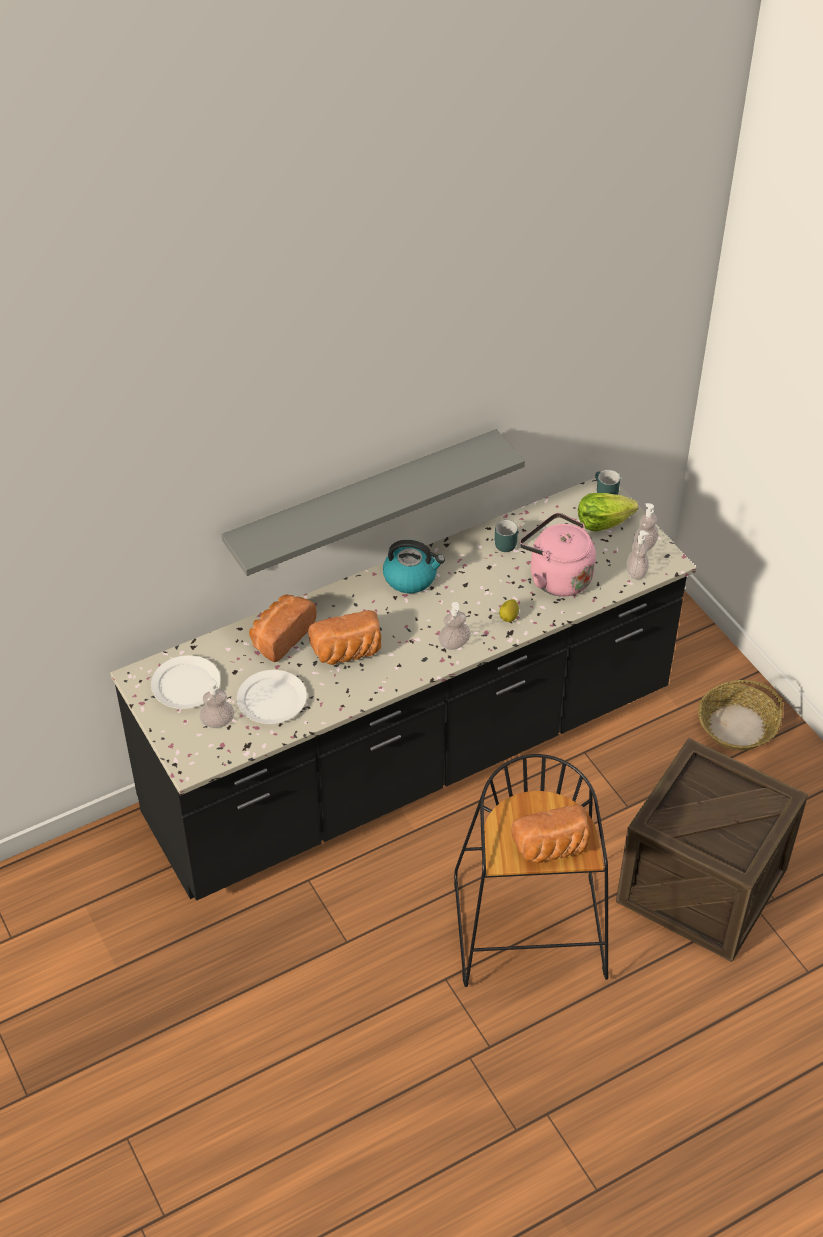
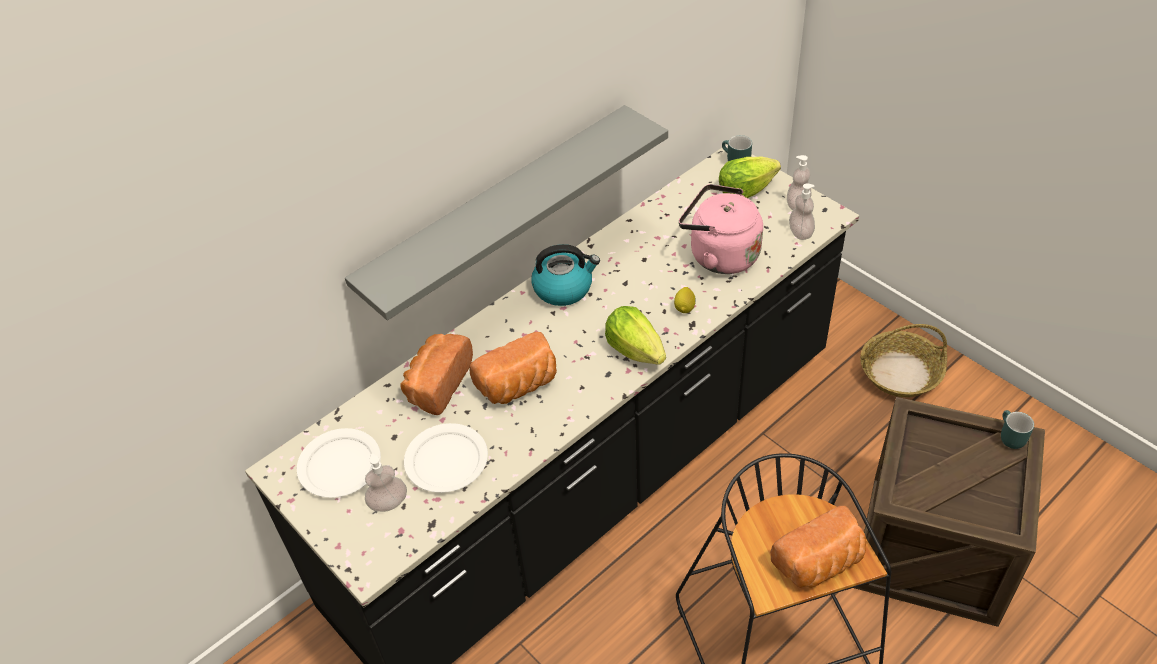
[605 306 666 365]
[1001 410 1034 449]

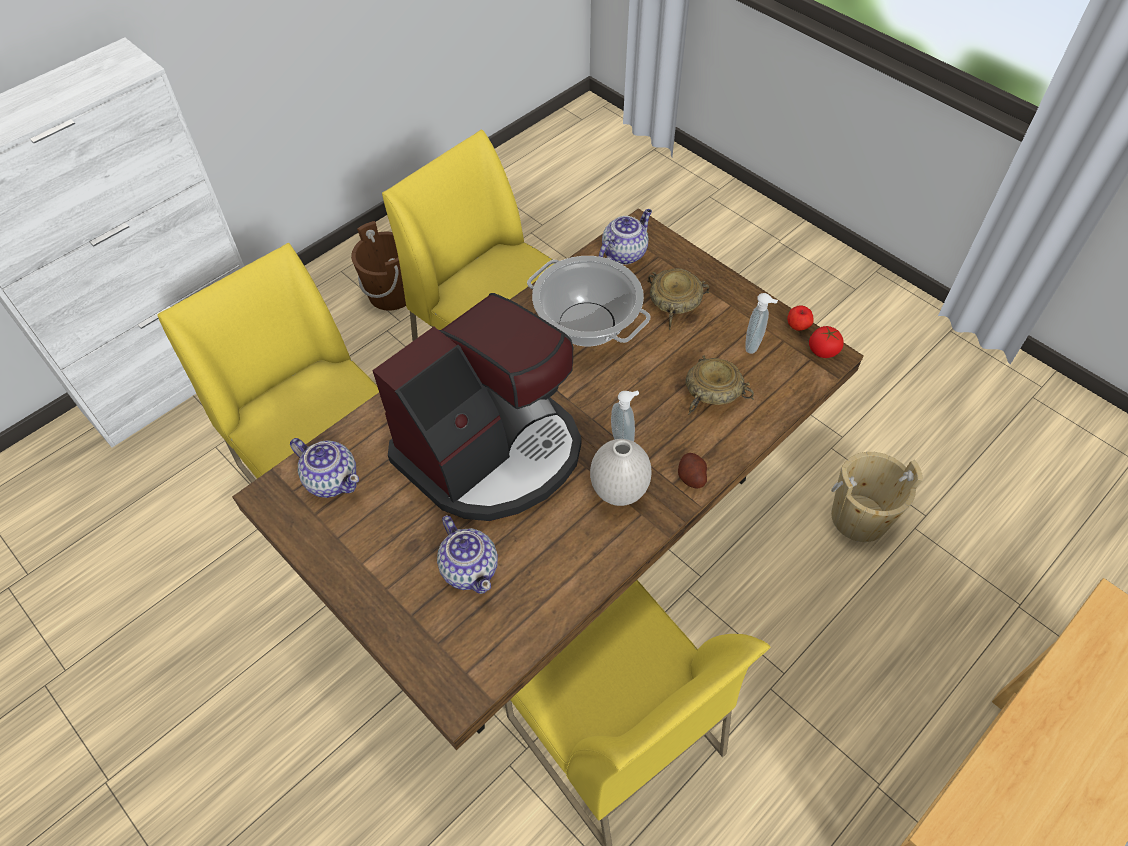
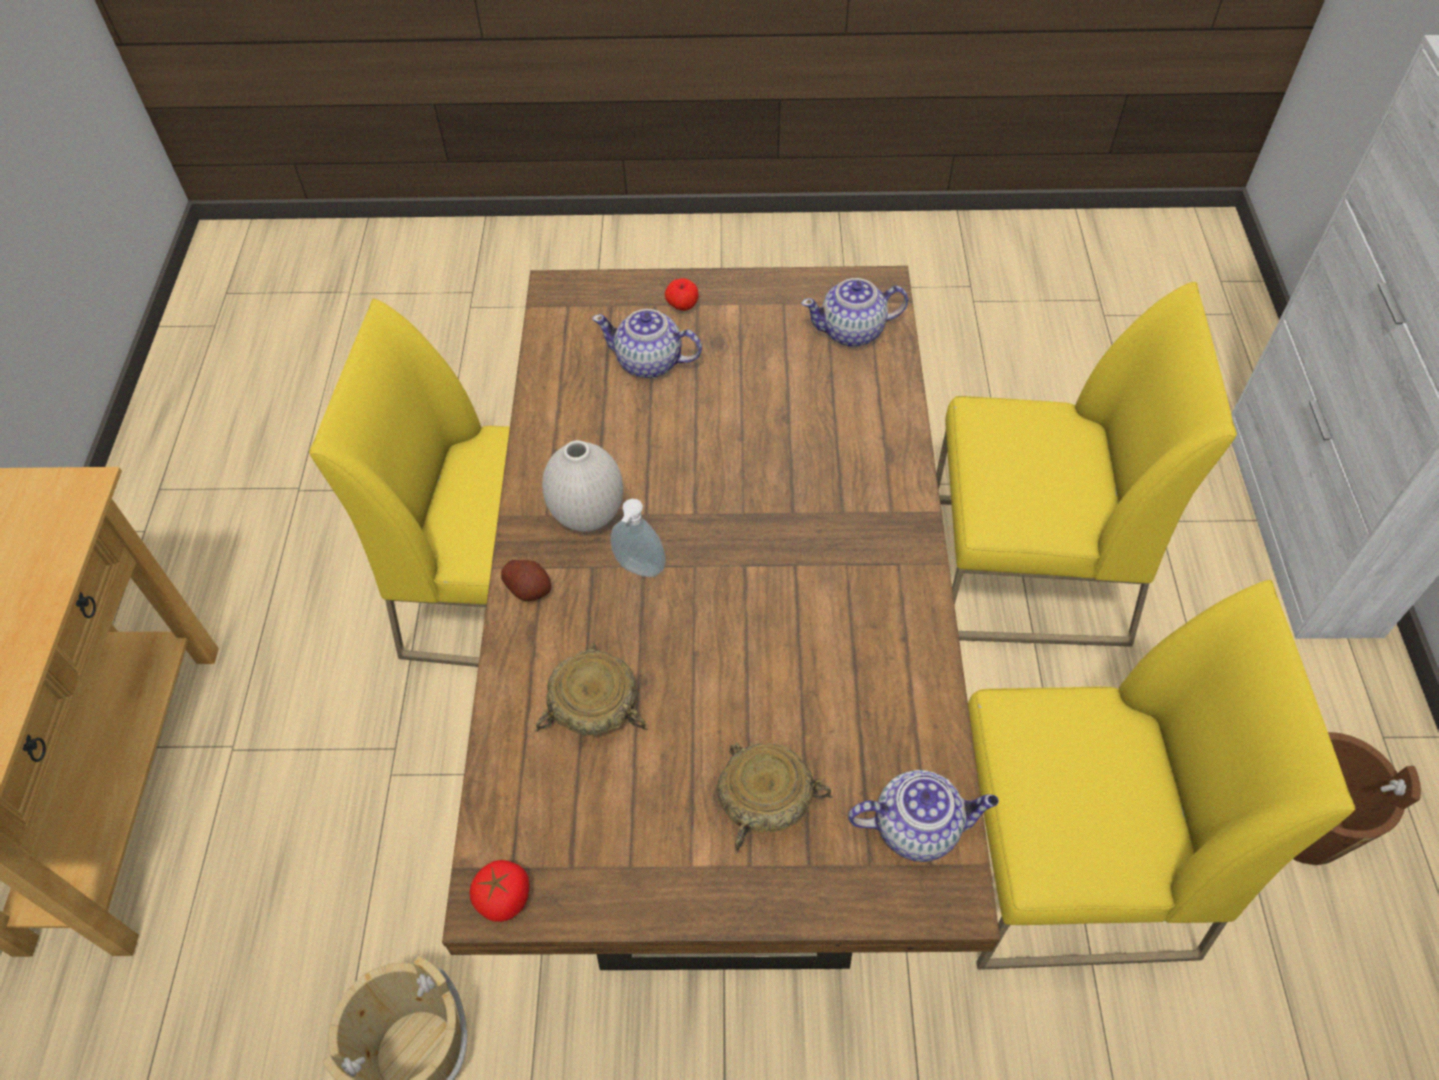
[372 293 581 521] (first image)
[527 256 651 346] (first image)
[848 770 999 862]
[745 293 778 354] (first image)
[665 278 699 311]

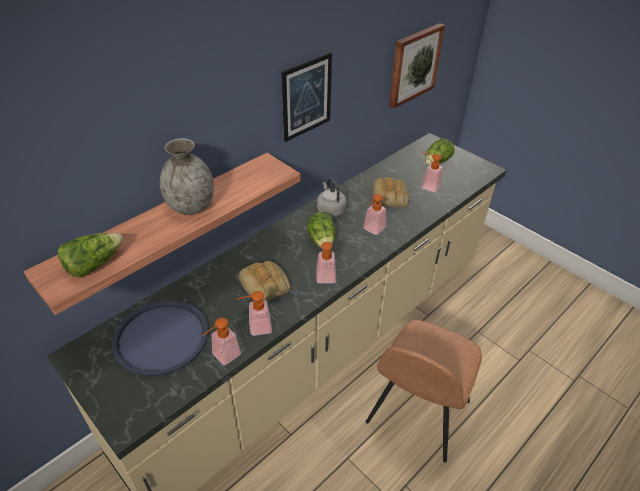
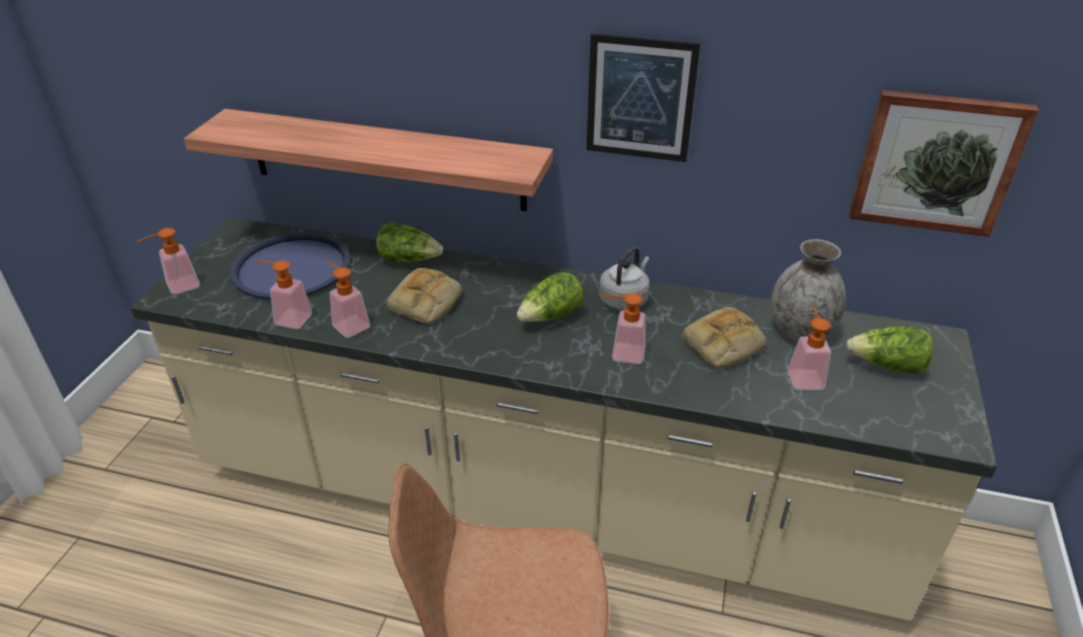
[376 222 443 263]
[771 239 846 340]
[137 228 200 295]

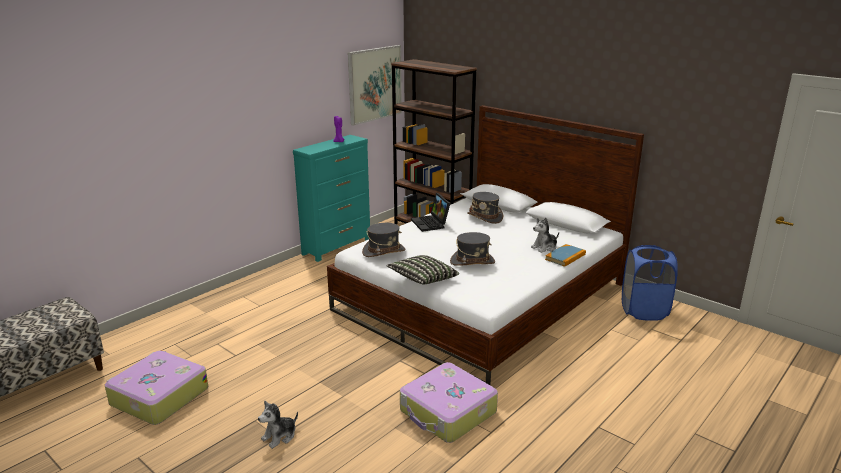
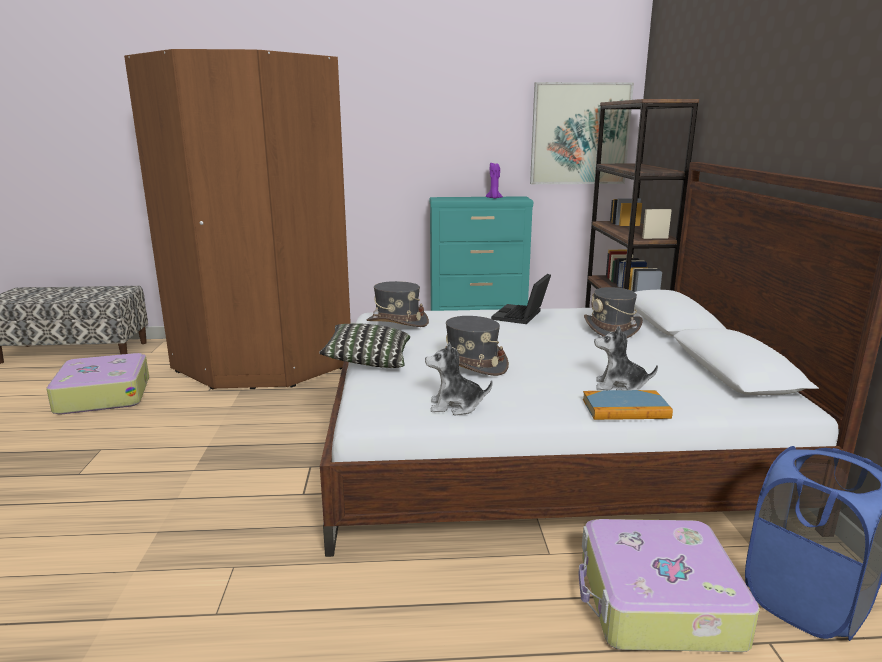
[425 342 493 415]
[578 519 760 652]
[124 49 351 390]

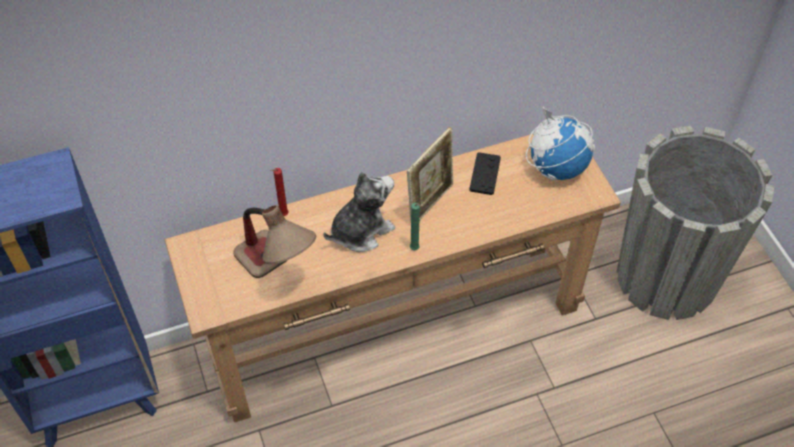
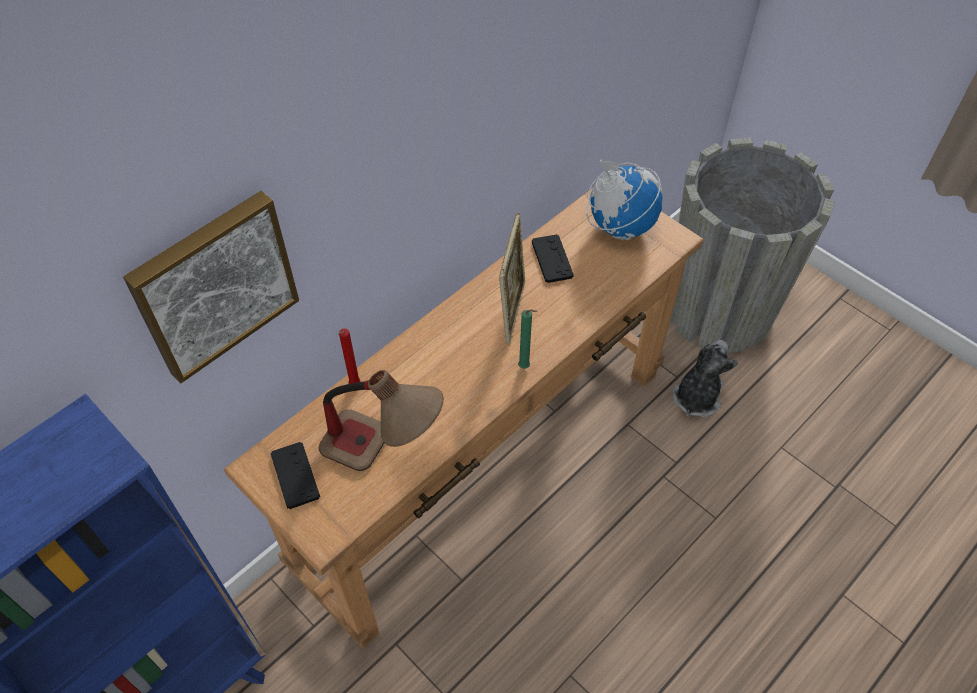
[673 340 739 417]
[123 191 299 384]
[270 442 320 509]

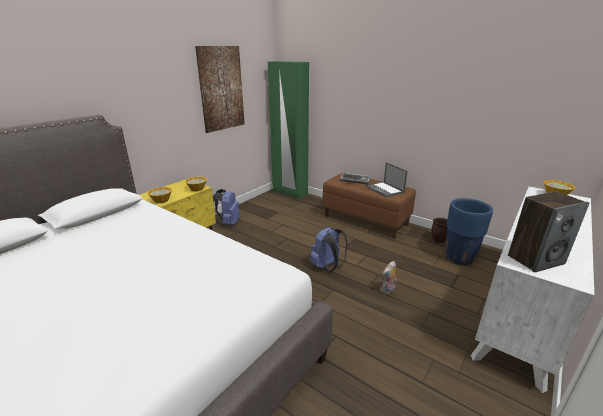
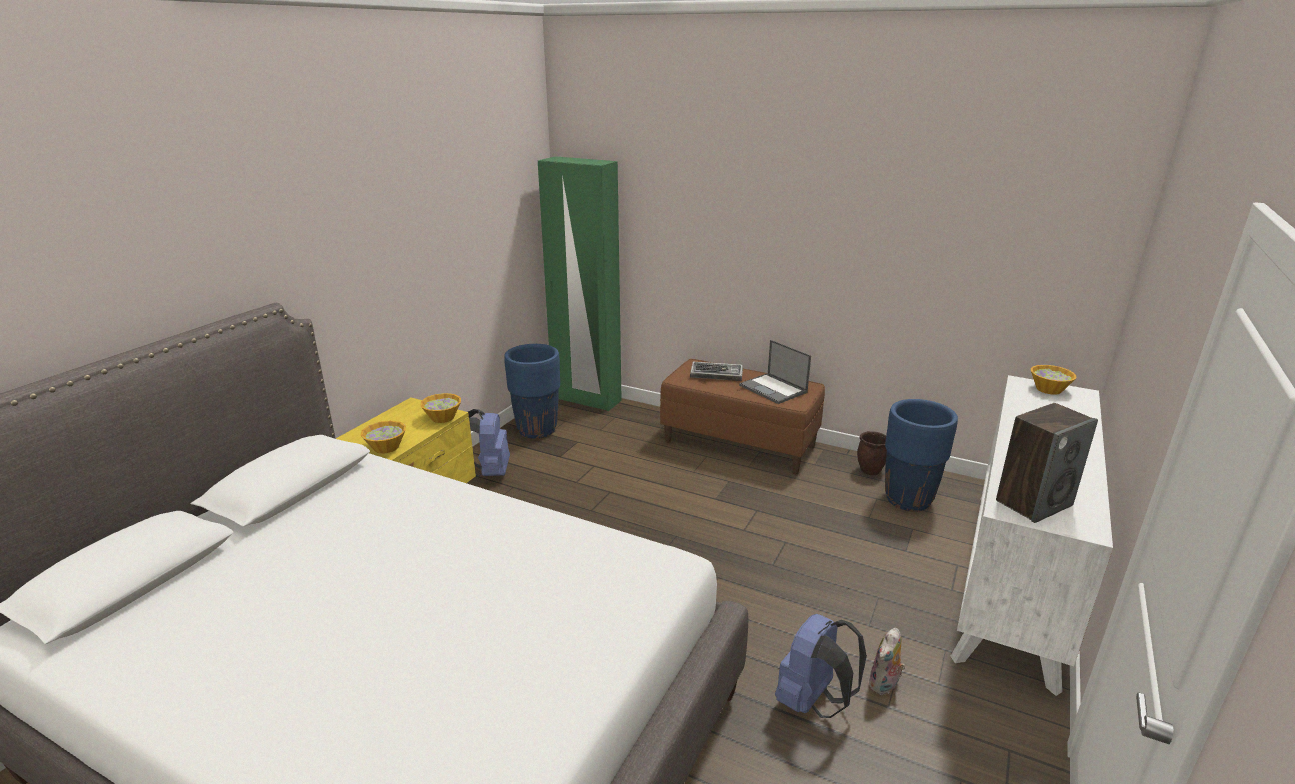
[195 46 245 133] (first image)
[775 614 867 718]
[868 628 905 695]
[504 344 560 439]

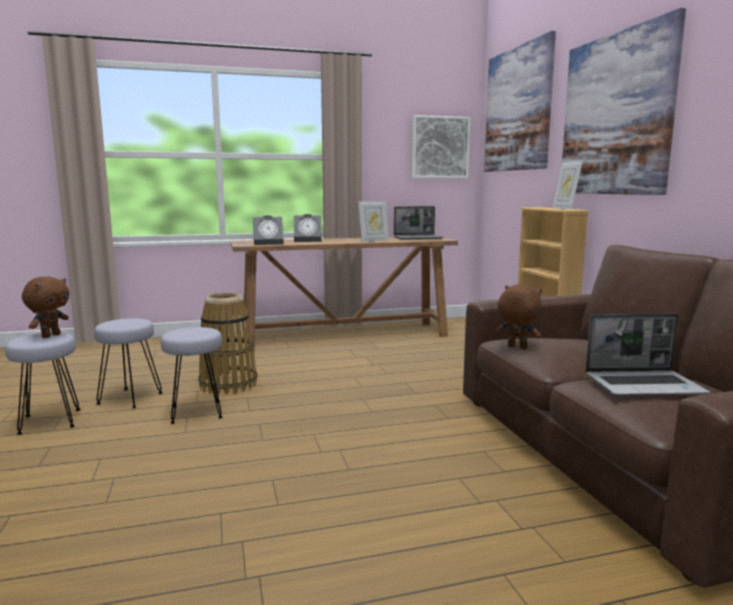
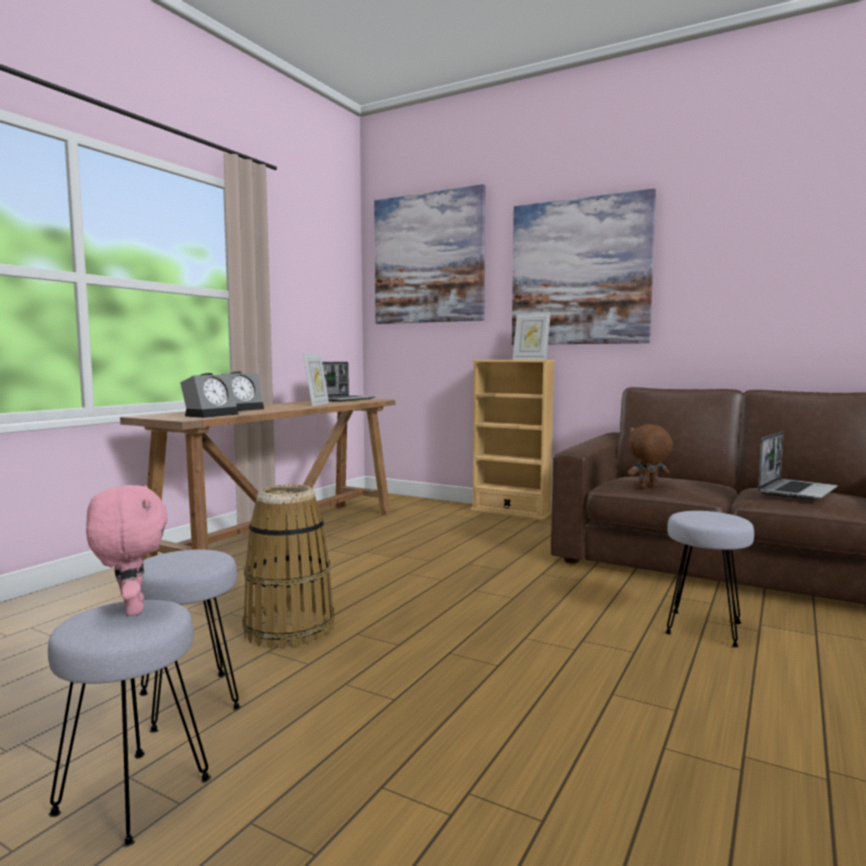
[86 485 168 616]
[665 511 754 647]
[412 115 471 178] (first image)

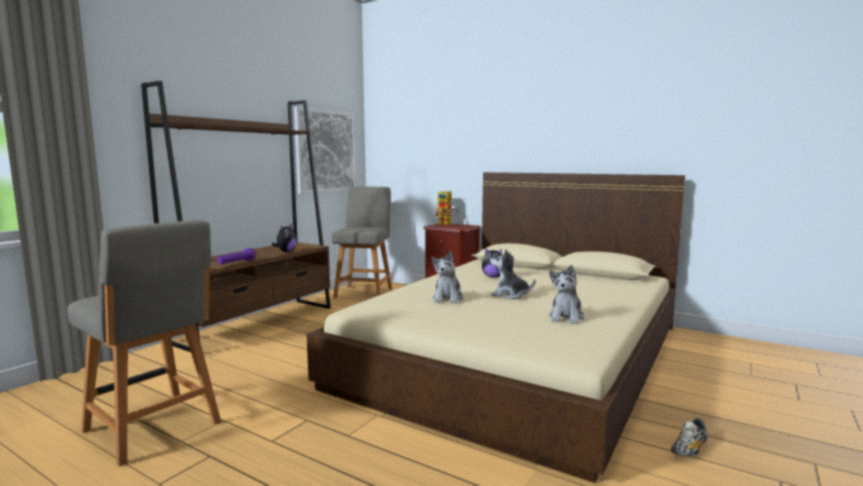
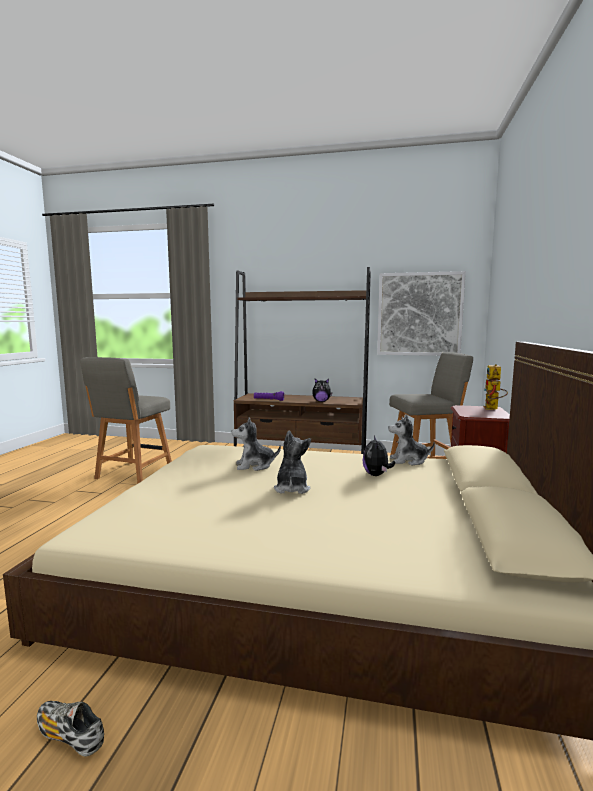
[388 414 435 465]

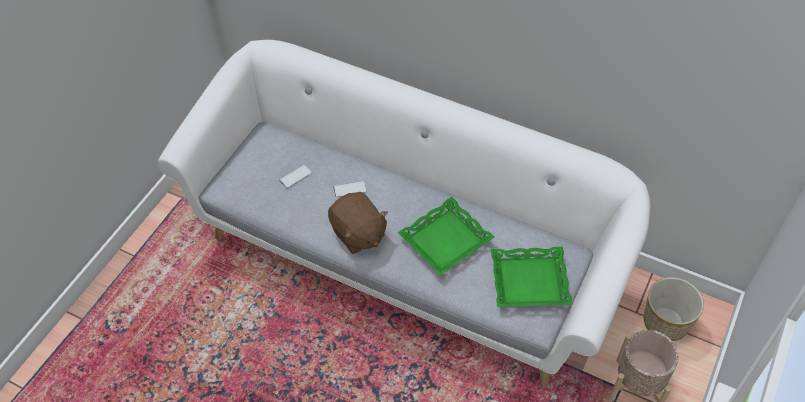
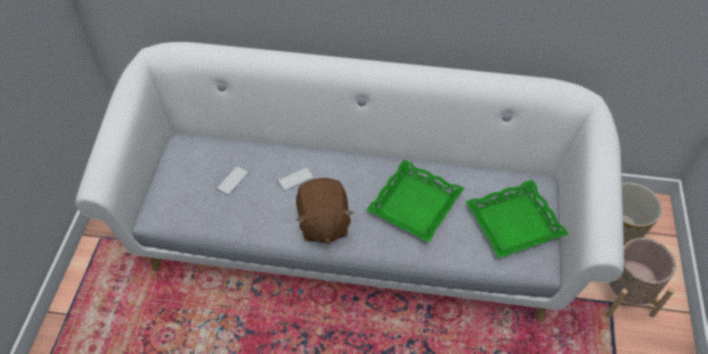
[296 178 353 244]

